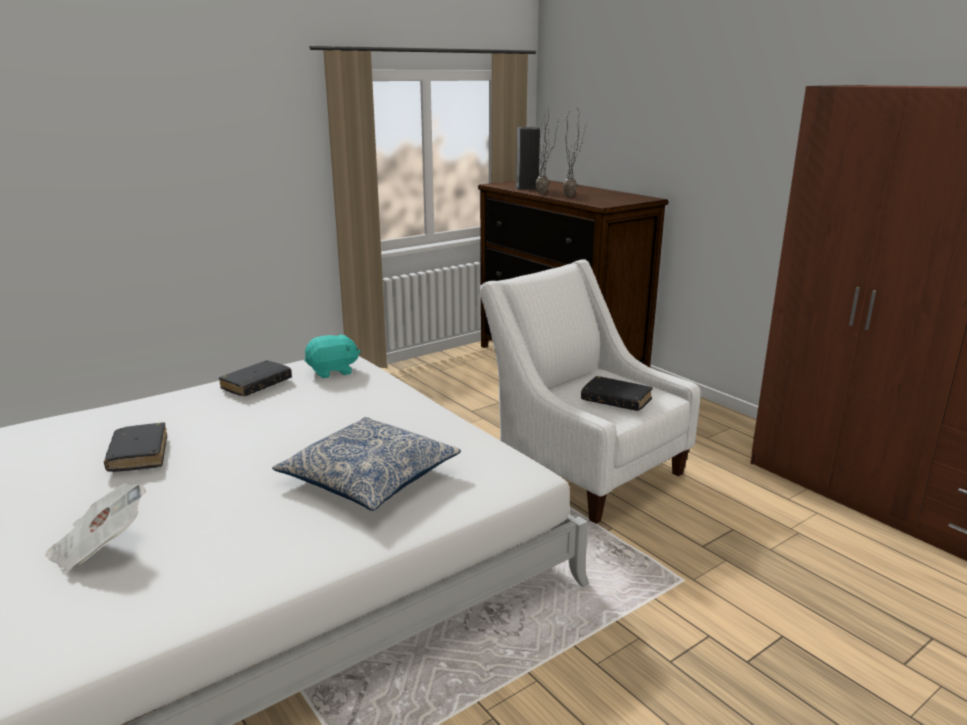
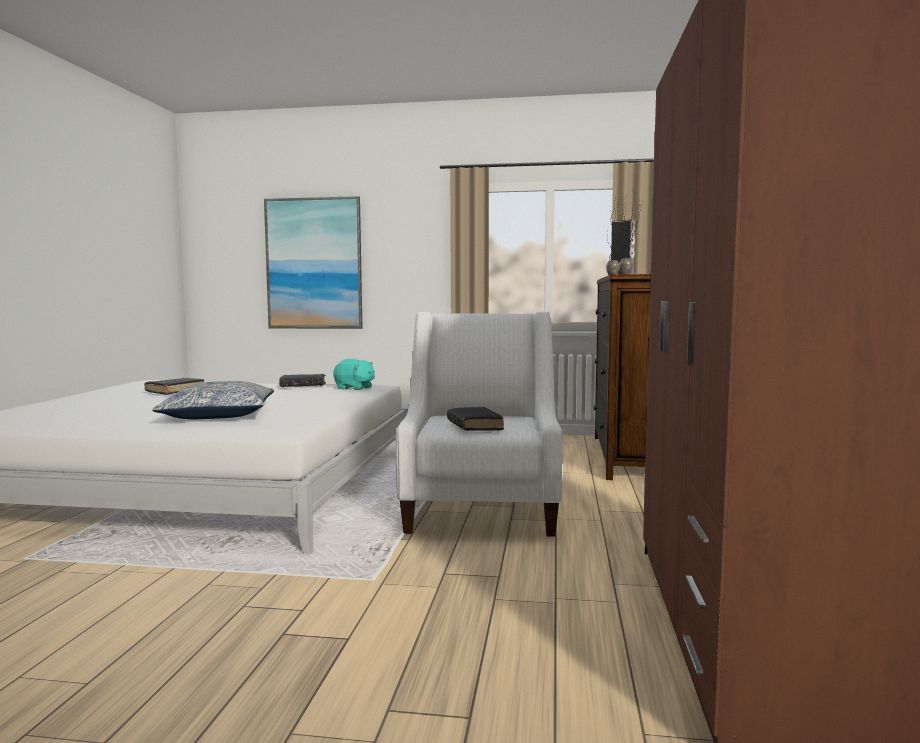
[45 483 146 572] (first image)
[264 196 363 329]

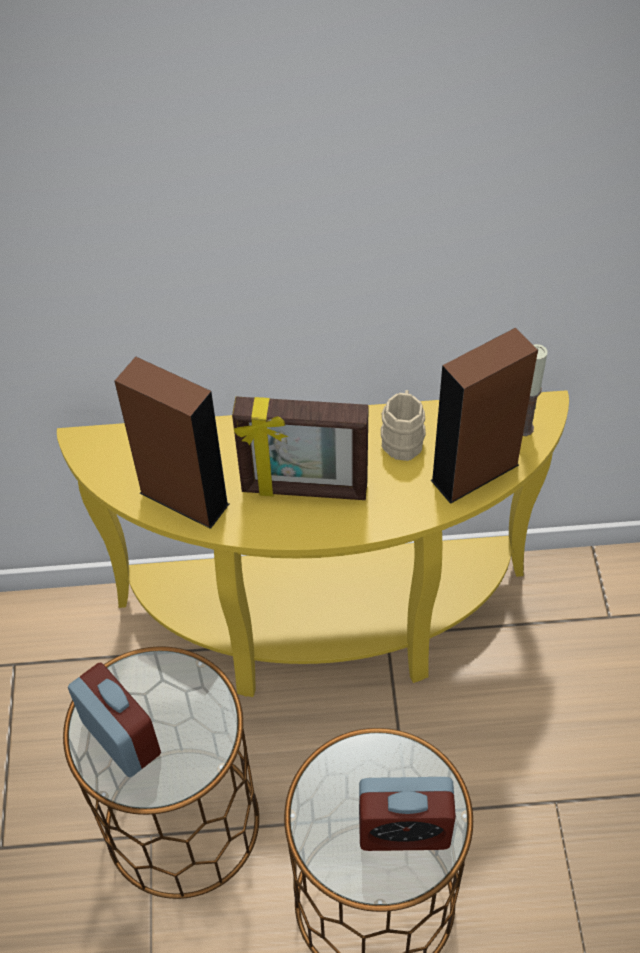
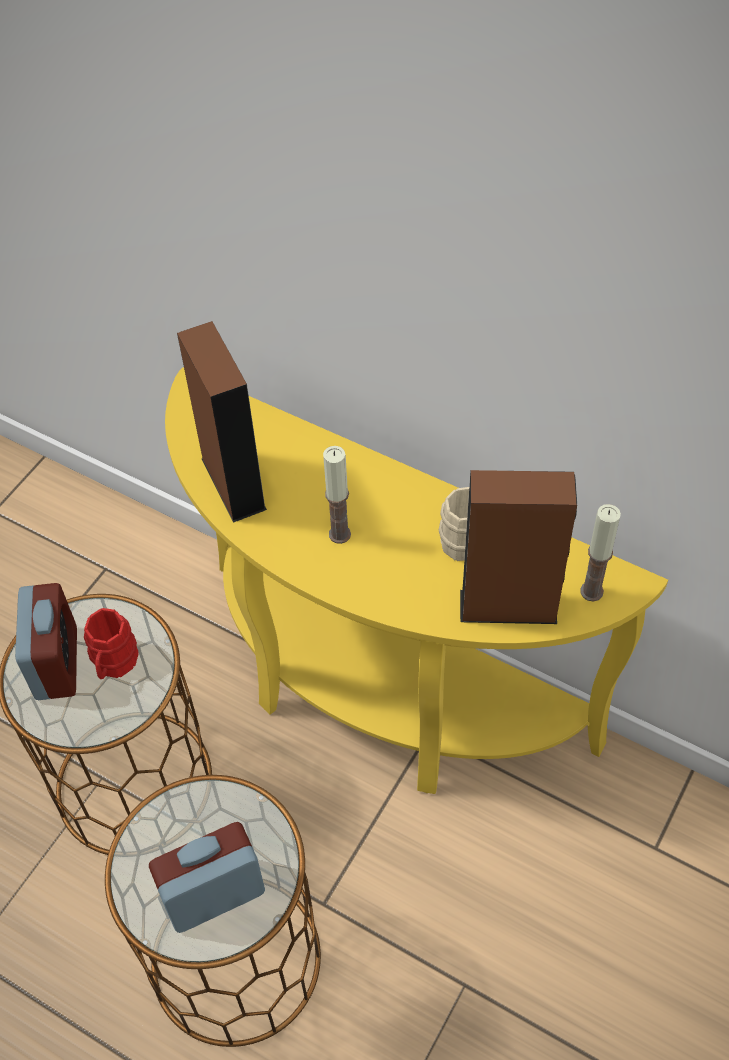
[323 446 351 544]
[149 822 265 933]
[84 608 139 679]

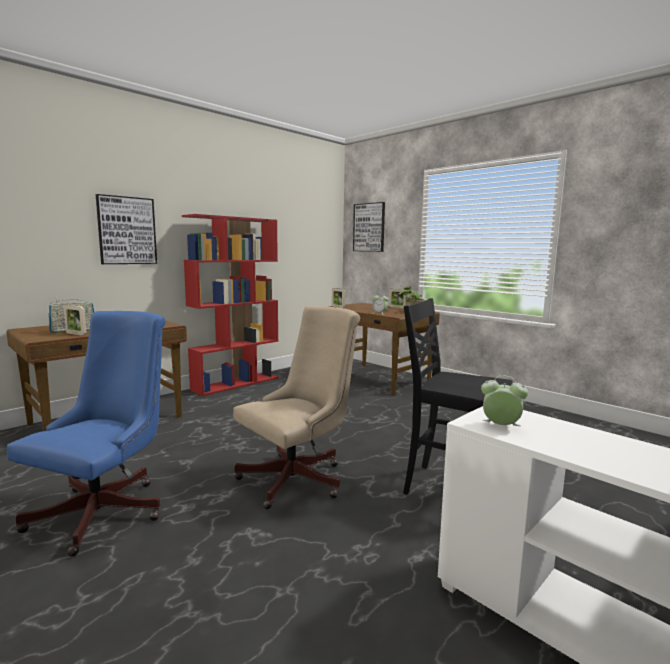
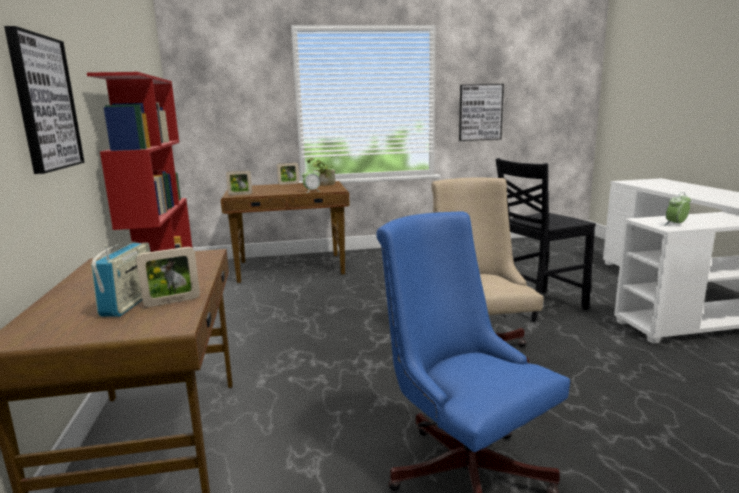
[459 84 504 141]

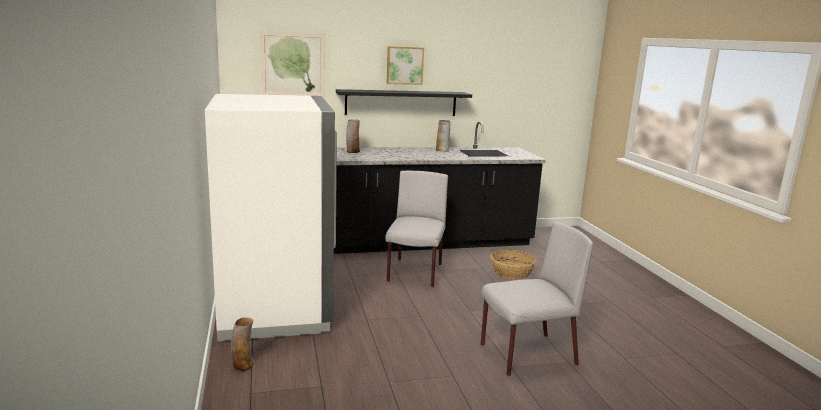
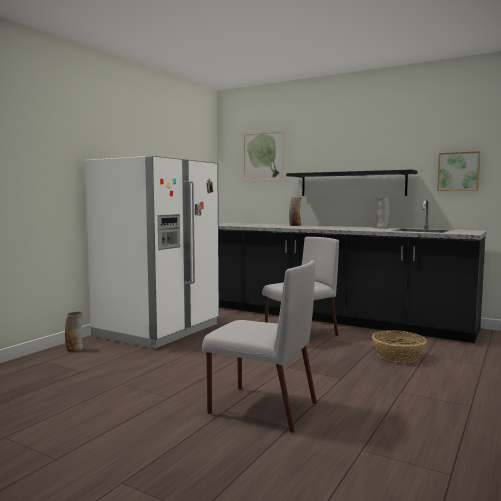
[437 151 481 191]

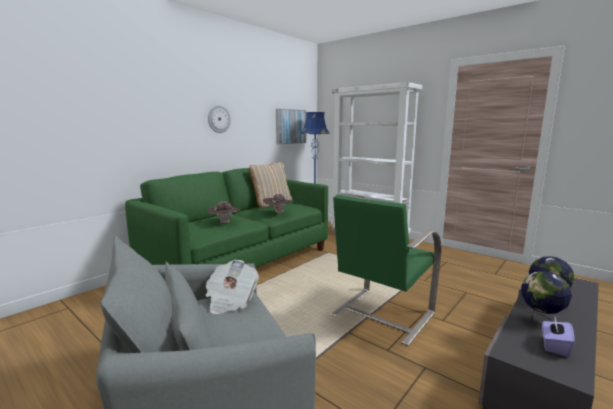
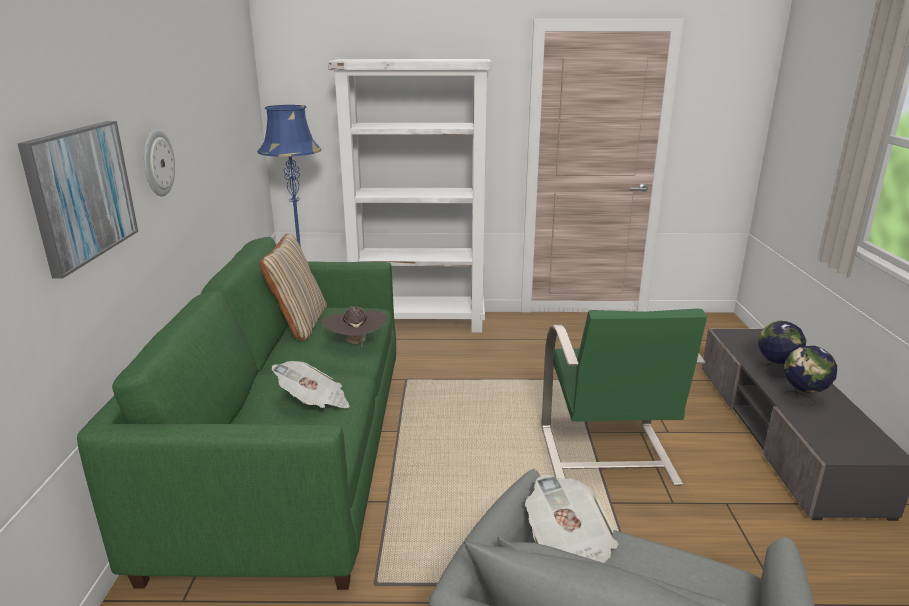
[272 361 350 408]
[17 121 138 279]
[542 317 575 357] (first image)

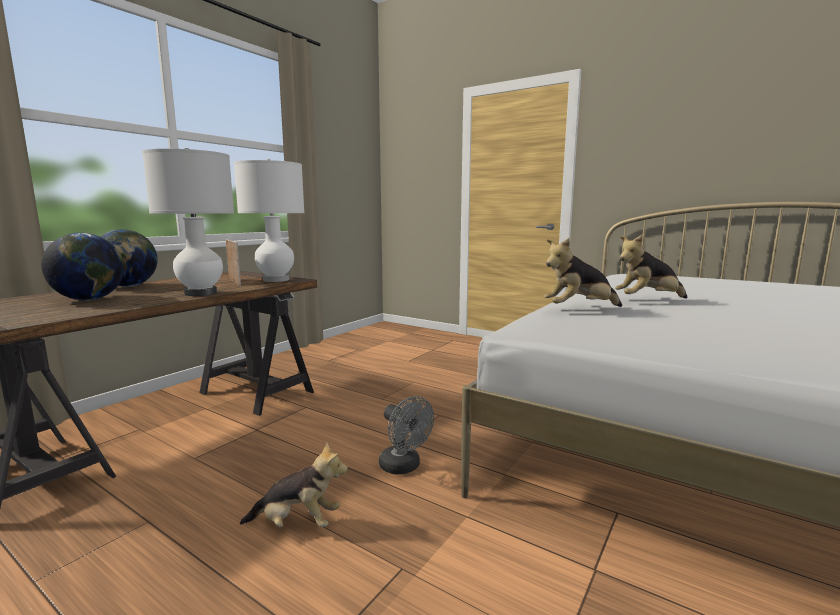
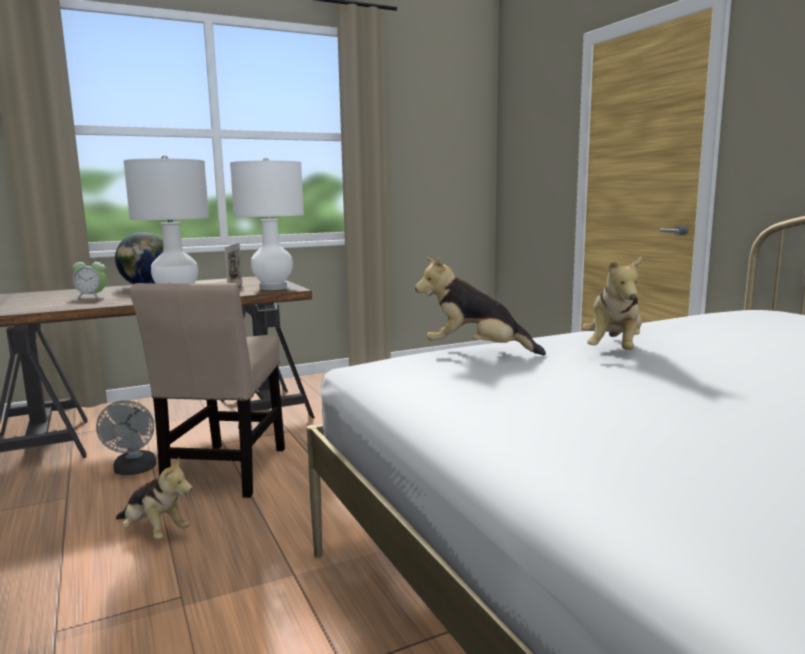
[72 257 106 298]
[96 400 156 475]
[583 256 642 350]
[130 283 285 498]

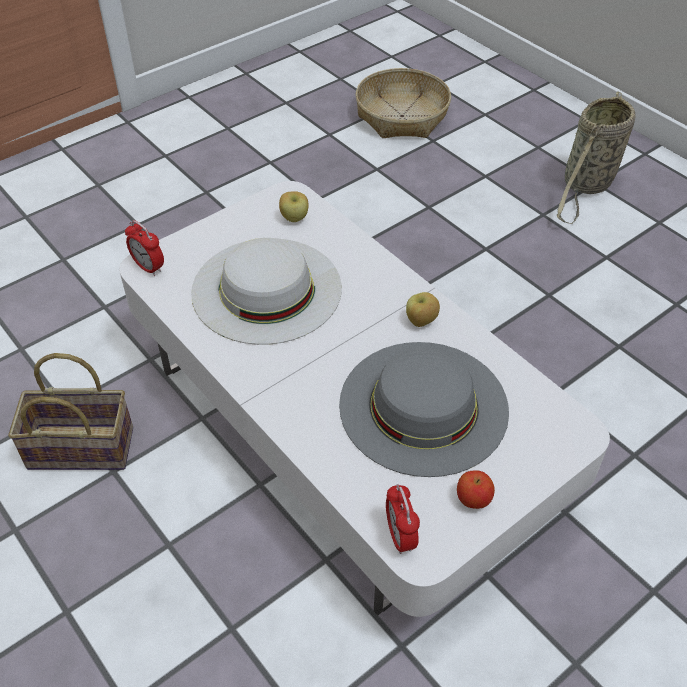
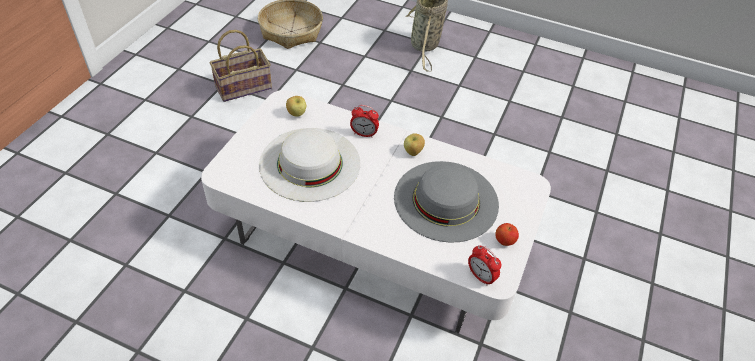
[210 30 272 102]
[350 105 379 138]

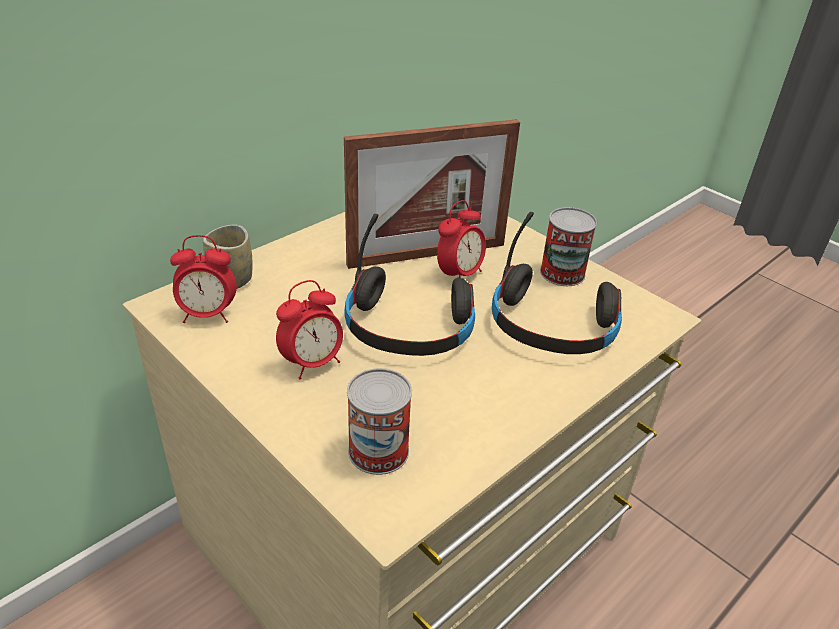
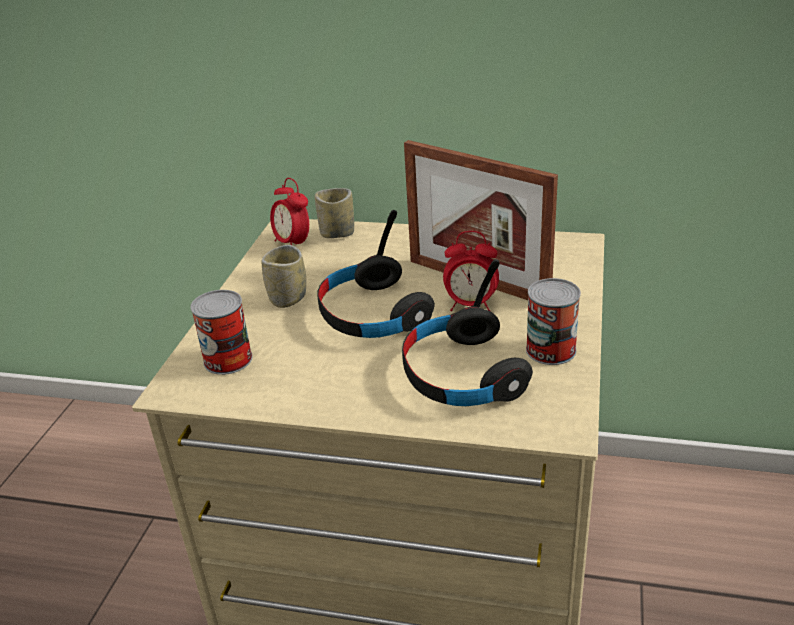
[262 245 306 308]

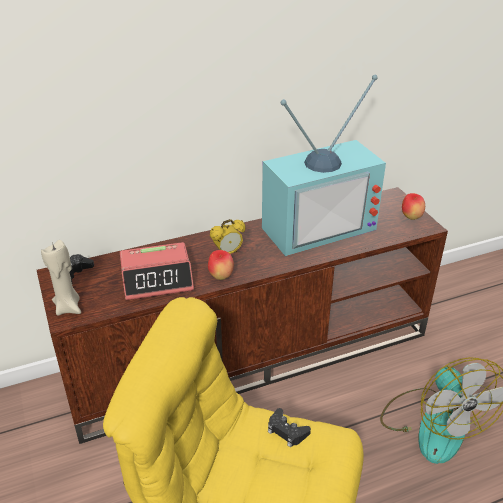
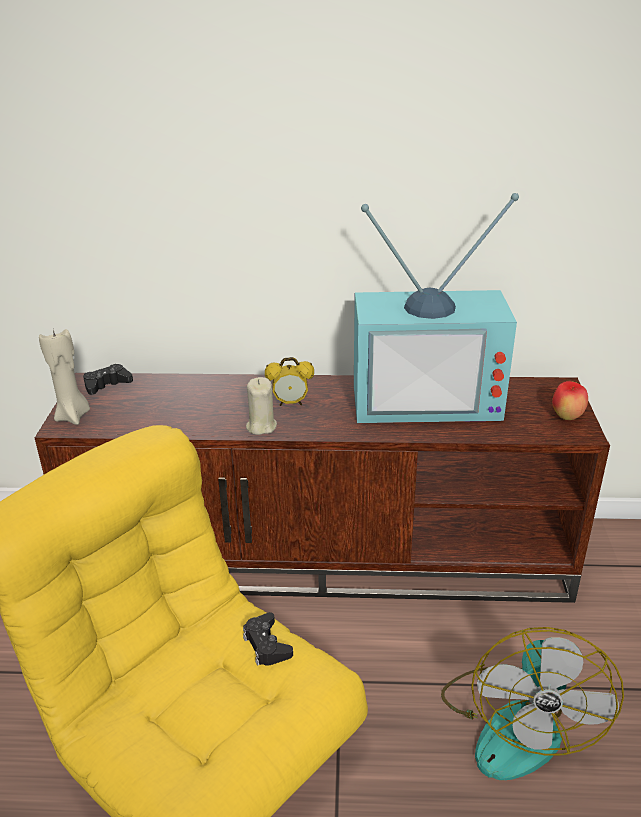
[120 242 194 300] (first image)
[246 377 277 435]

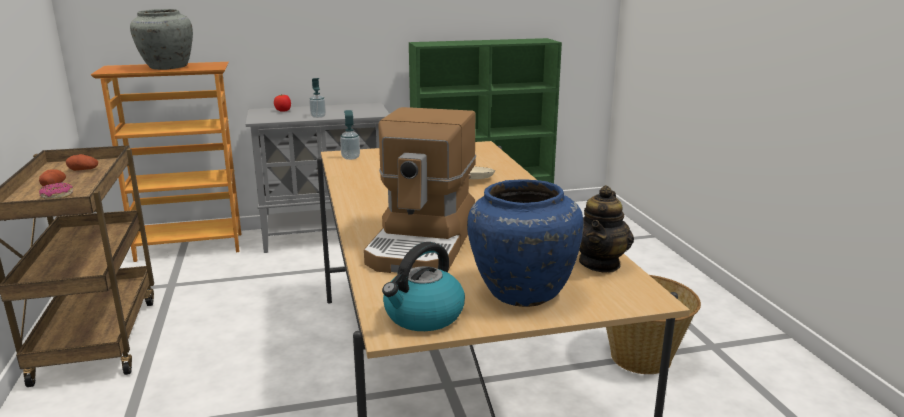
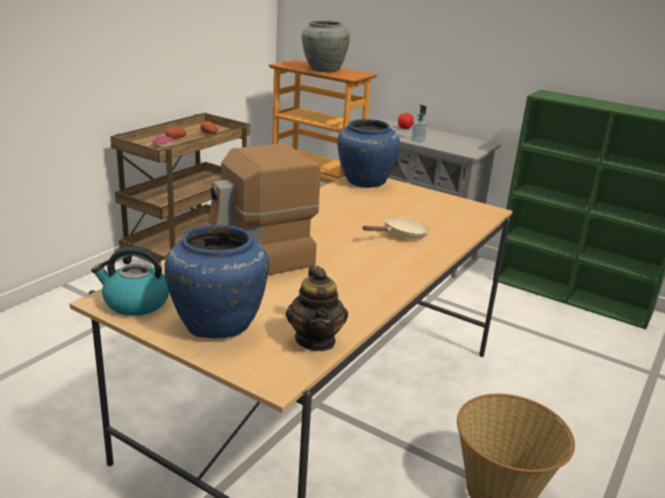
[337 119 400 188]
[286 266 348 351]

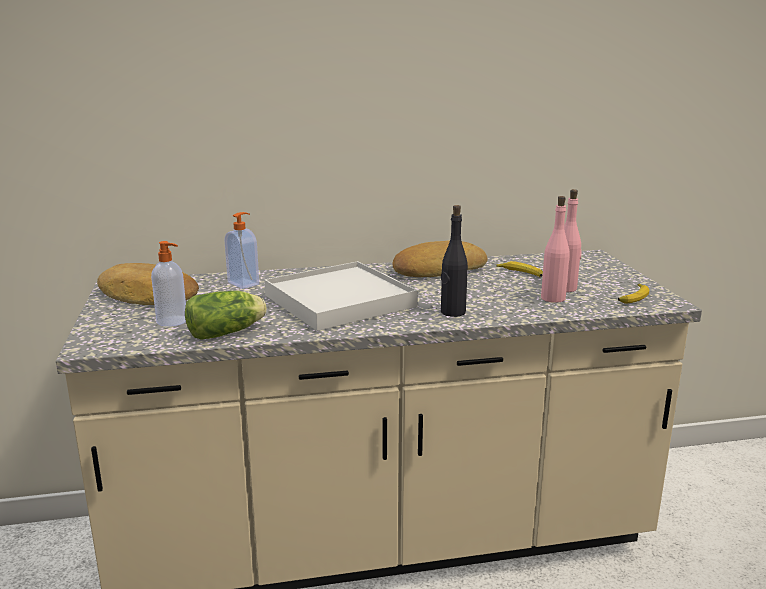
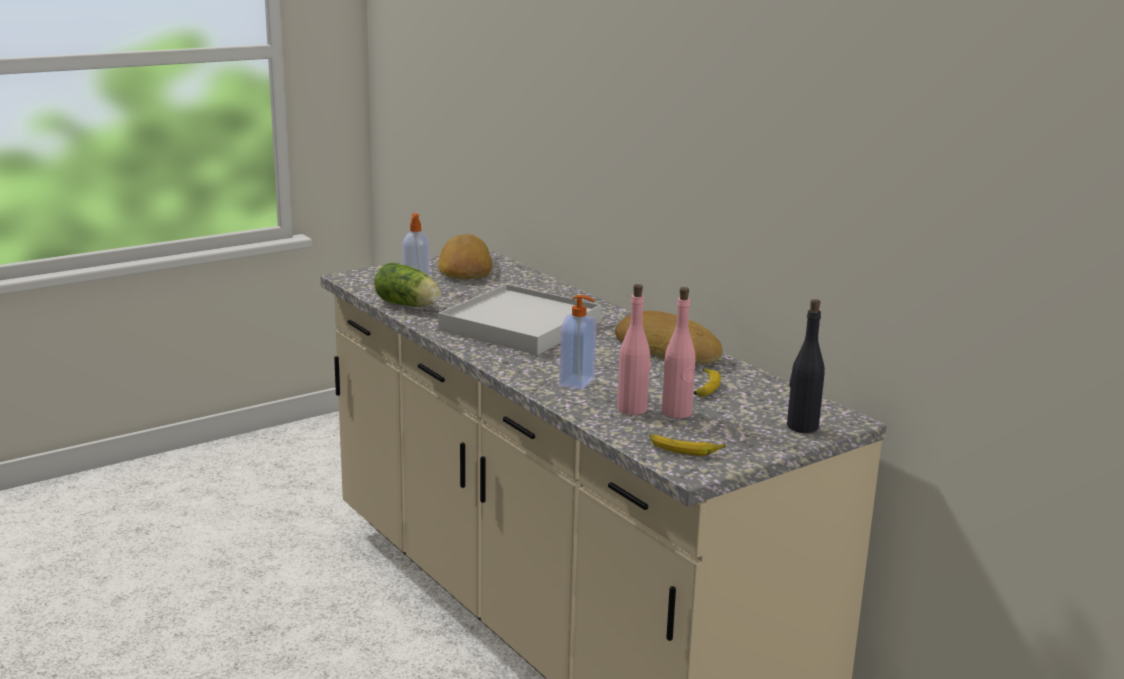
[559 295 597 390]
[787 299 825 433]

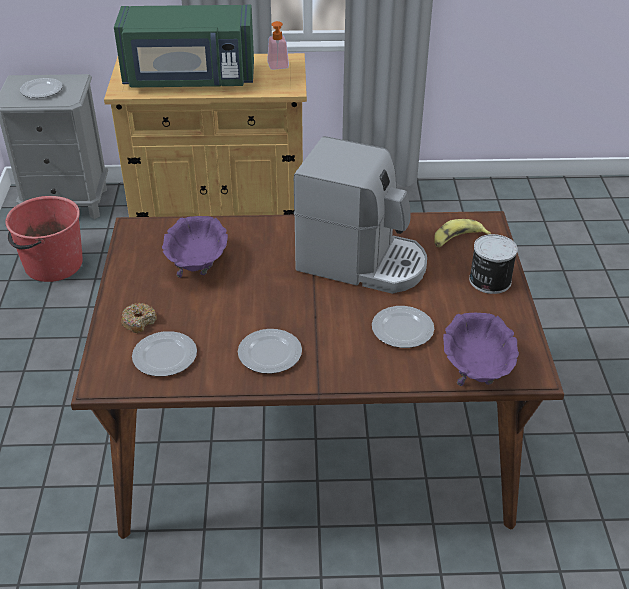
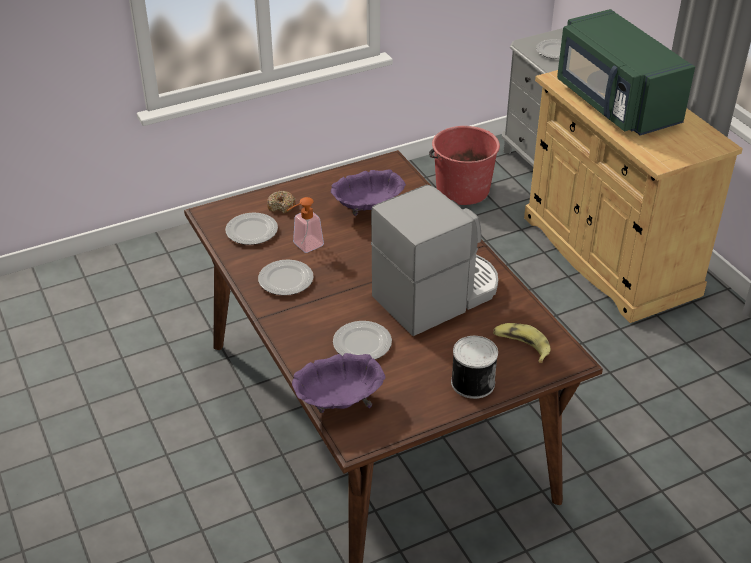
[287 197 324 253]
[371 185 498 336]

